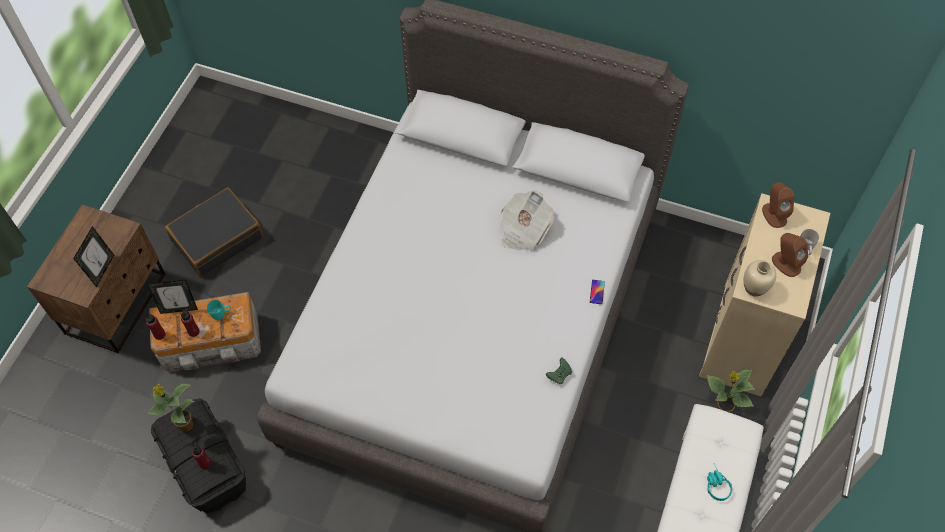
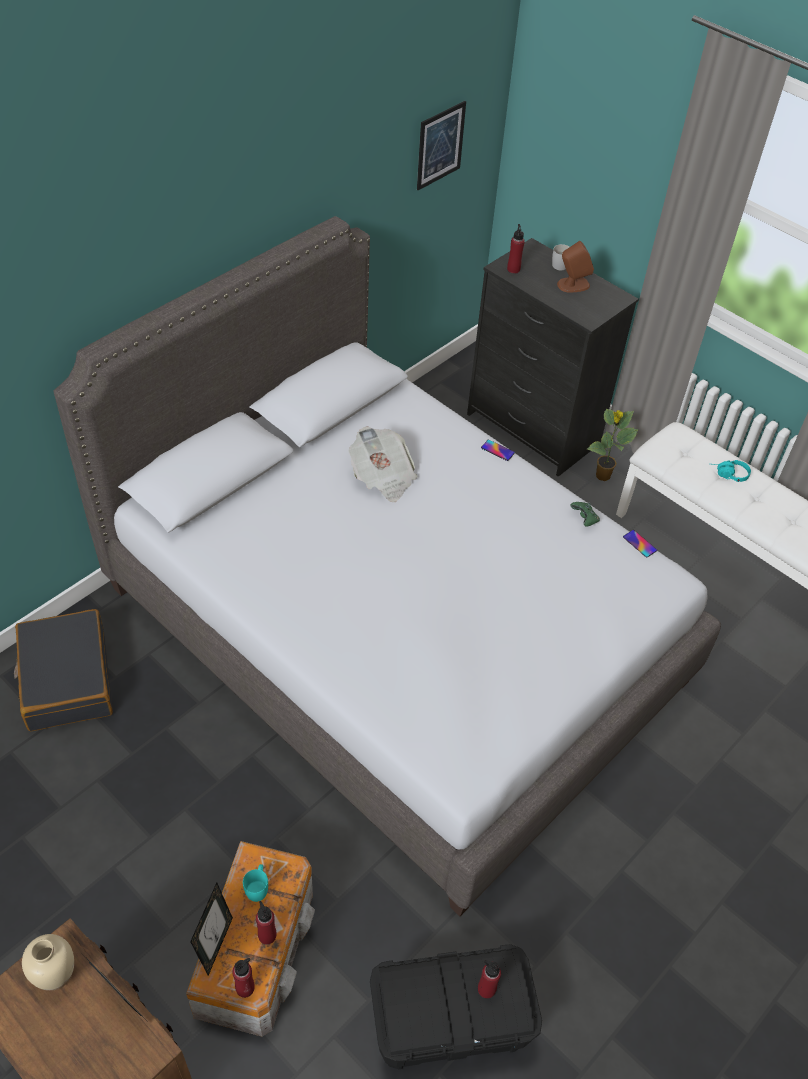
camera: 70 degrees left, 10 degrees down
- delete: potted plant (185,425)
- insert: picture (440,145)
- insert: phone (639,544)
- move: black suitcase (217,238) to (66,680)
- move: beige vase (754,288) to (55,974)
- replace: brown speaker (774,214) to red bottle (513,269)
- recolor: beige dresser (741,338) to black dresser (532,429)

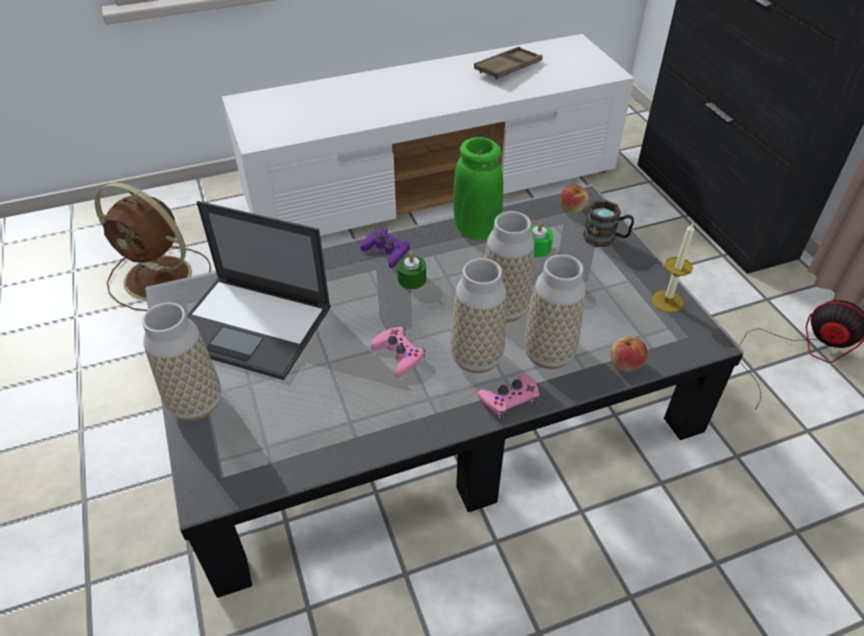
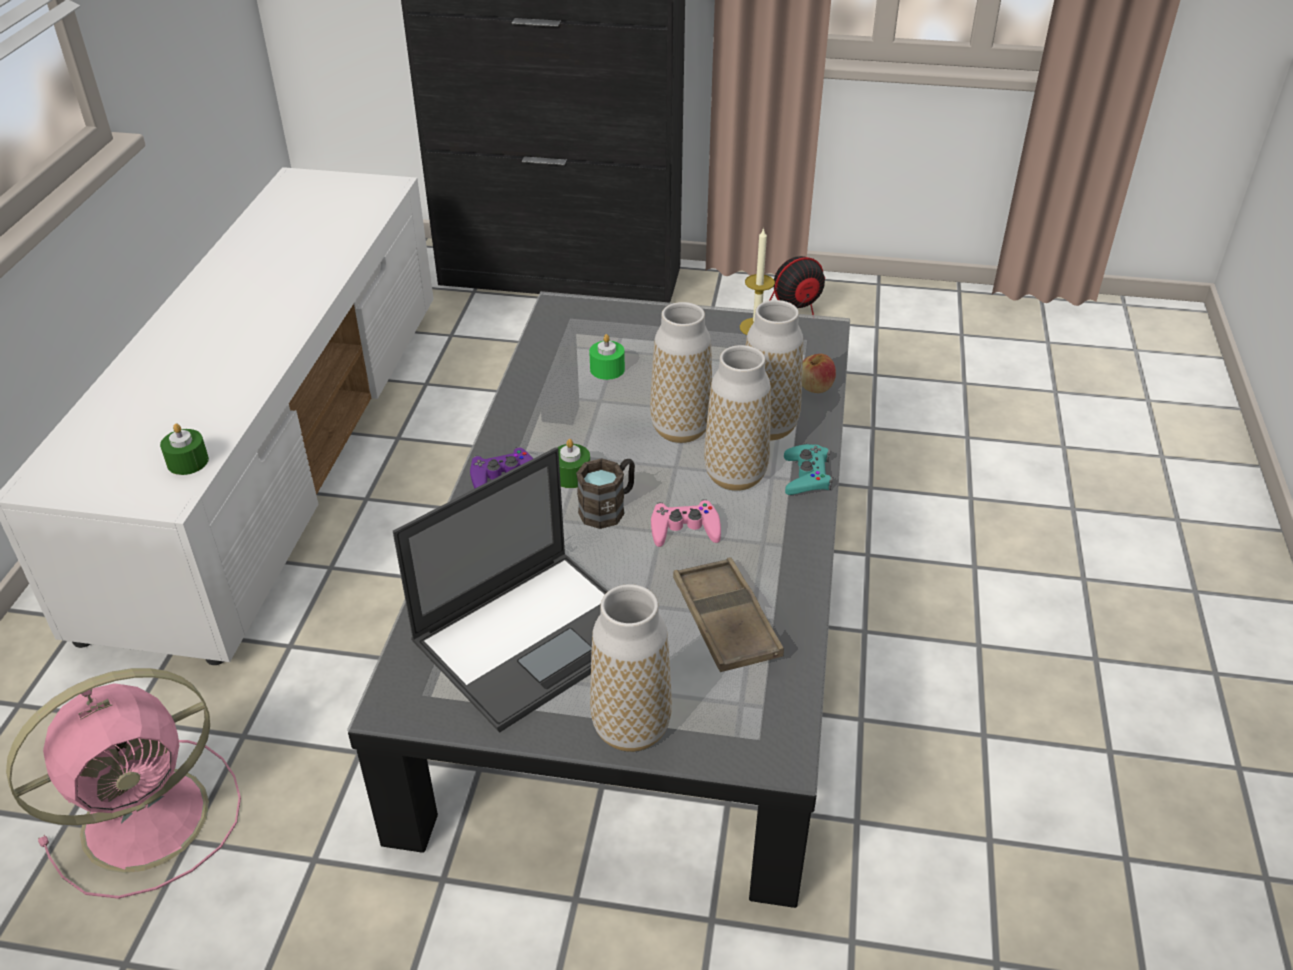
camera: 60 degrees left, 5 degrees down
- delete: green vase (476,230)
- delete: apple (572,208)
- insert: green candle (188,462)
- move: brown tray (508,68) to (725,621)
- move: brown mug (605,238) to (609,508)
- recolor: brown fan (160,278) to pink fan (151,816)
- recolor: pink game controller (509,399) to turquoise game controller (807,476)

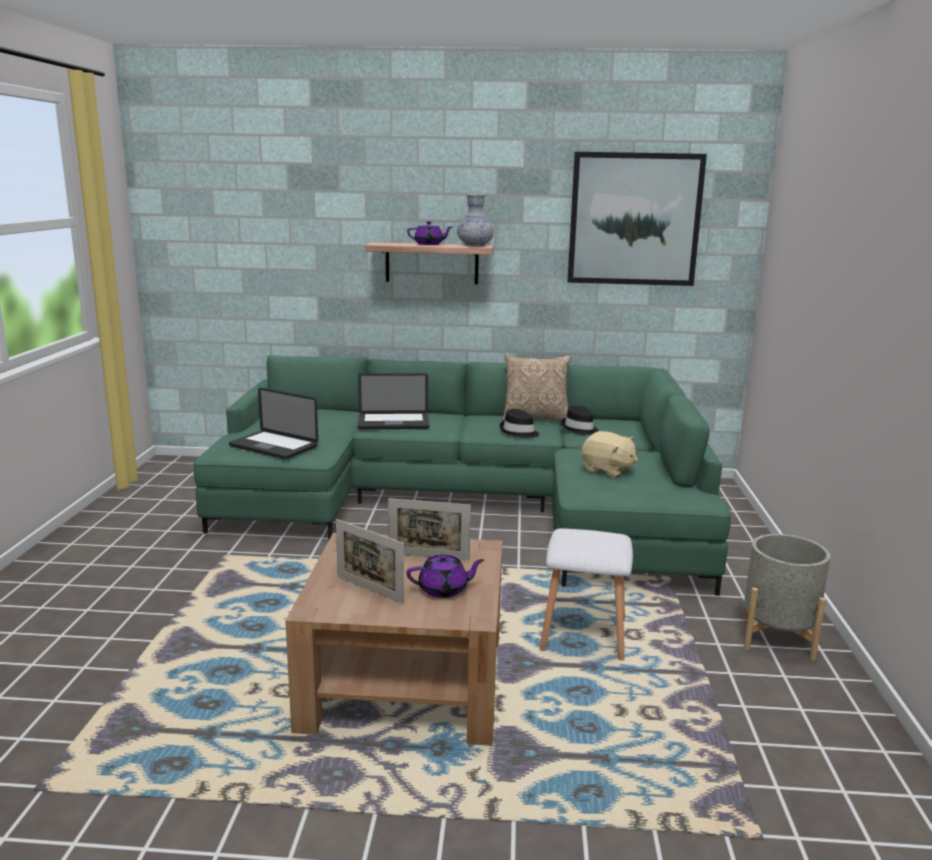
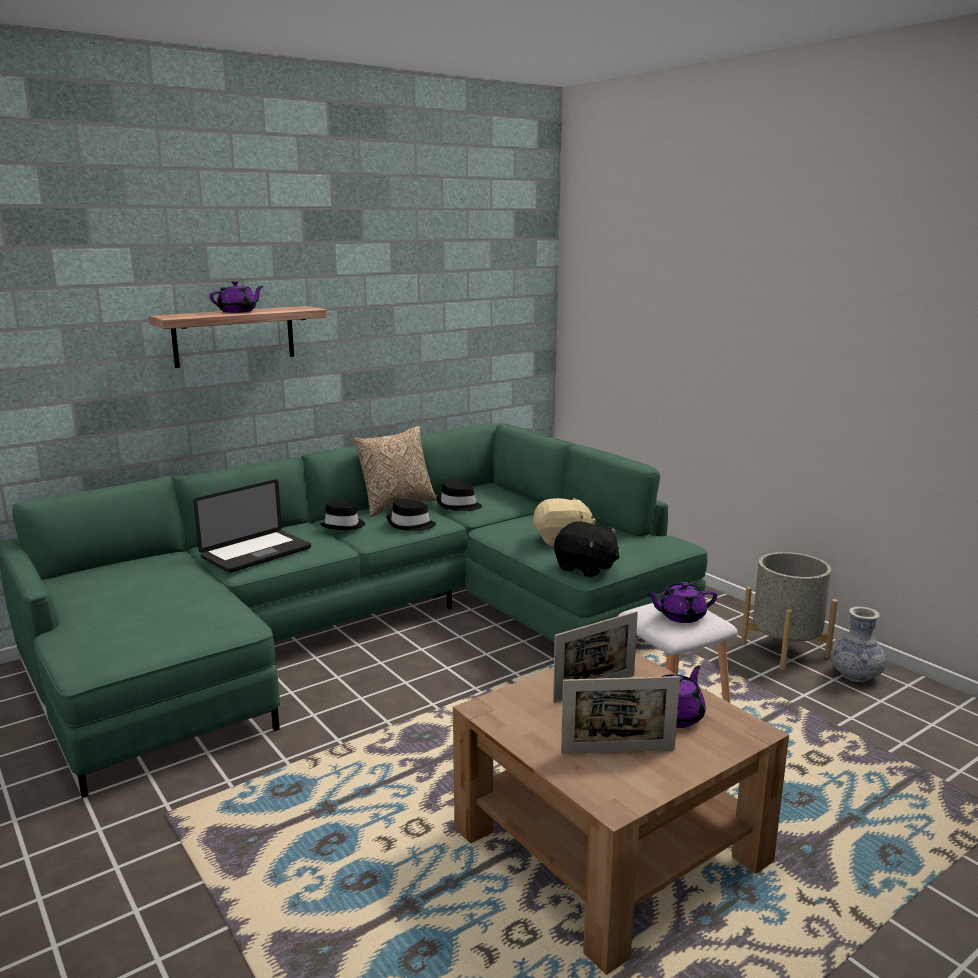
camera: 40 degrees left, 0 degrees up
- delete: laptop (273,446)
- delete: picture (634,219)
- insert: black hat (344,525)
- insert: black plush toy (585,568)
- insert: purple teapot (680,616)
- move: vase (475,245) to (855,675)

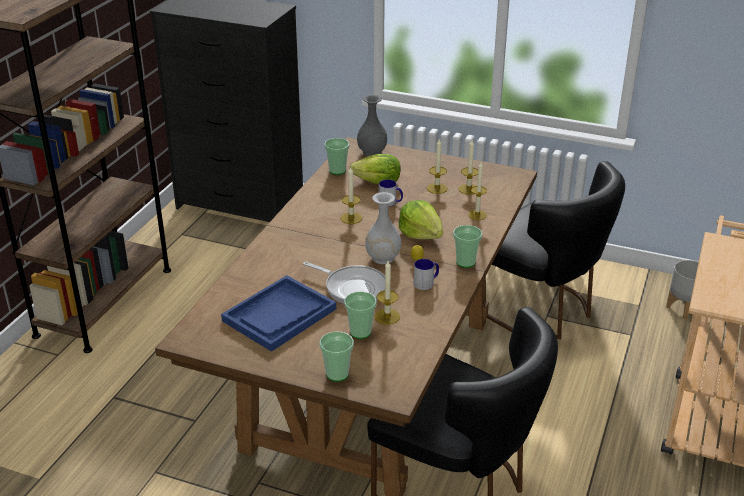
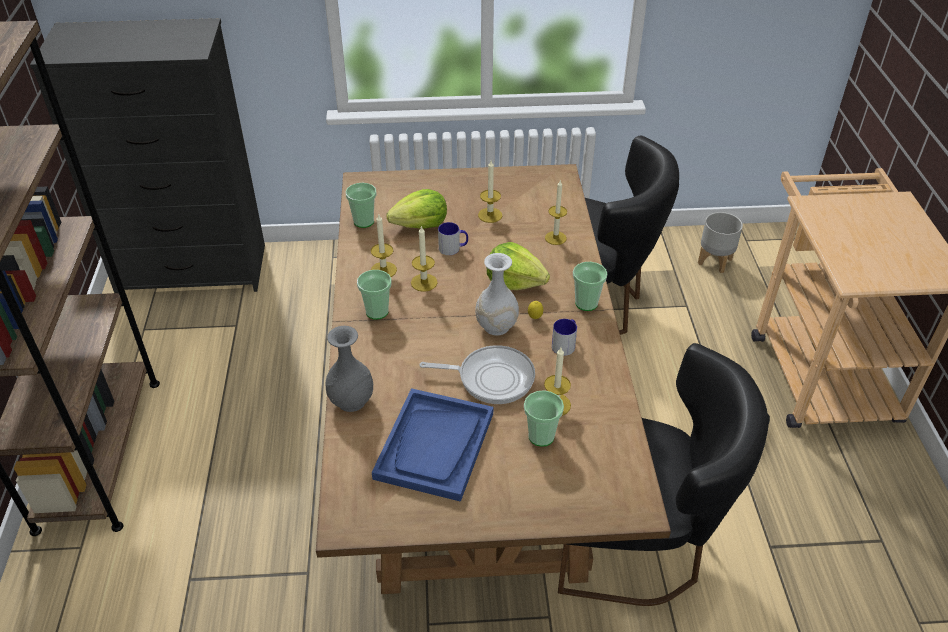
camera: 25 degrees left, 10 degrees up
- move: cup (337,374) to (377,311)
- move: grey vase (372,152) to (352,401)
- move: candle (469,189) to (383,270)

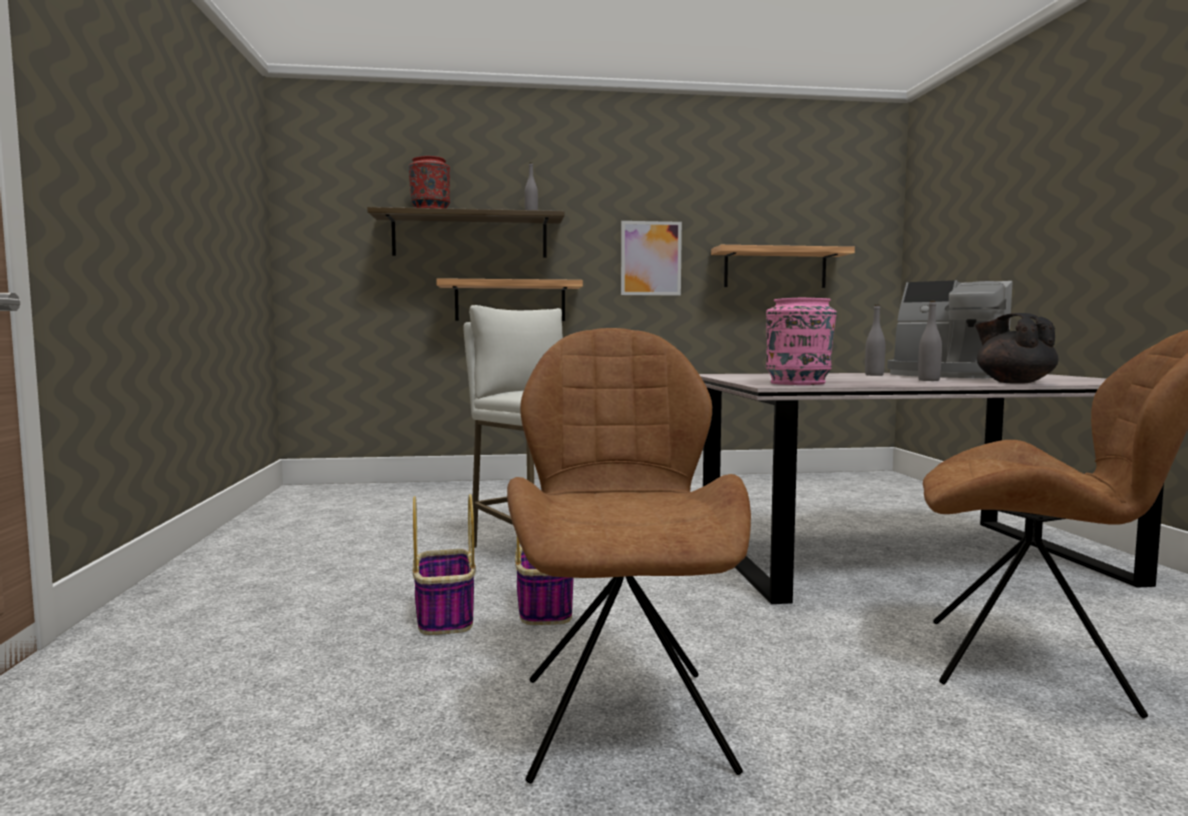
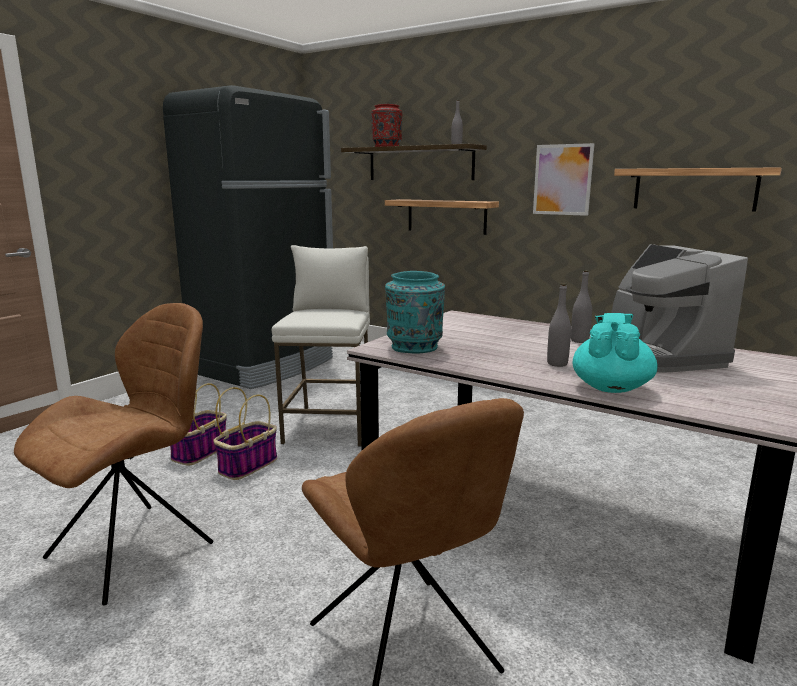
camera: 40 degrees right, 10 degrees up
- insert: black fridge (266,366)
- recolor: pink vase (799,383) to turquoise vase (414,347)
- recolor: black teapot (1013,382) to turquoise teapot (611,387)

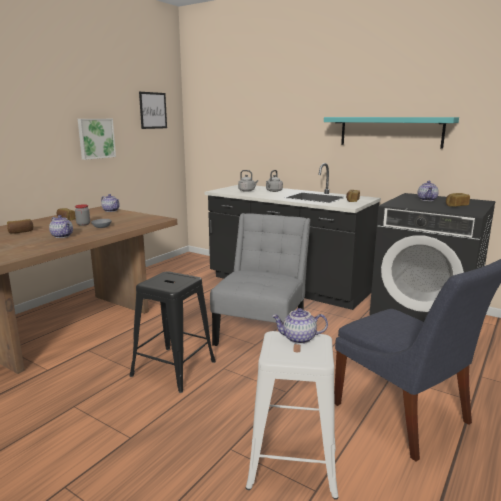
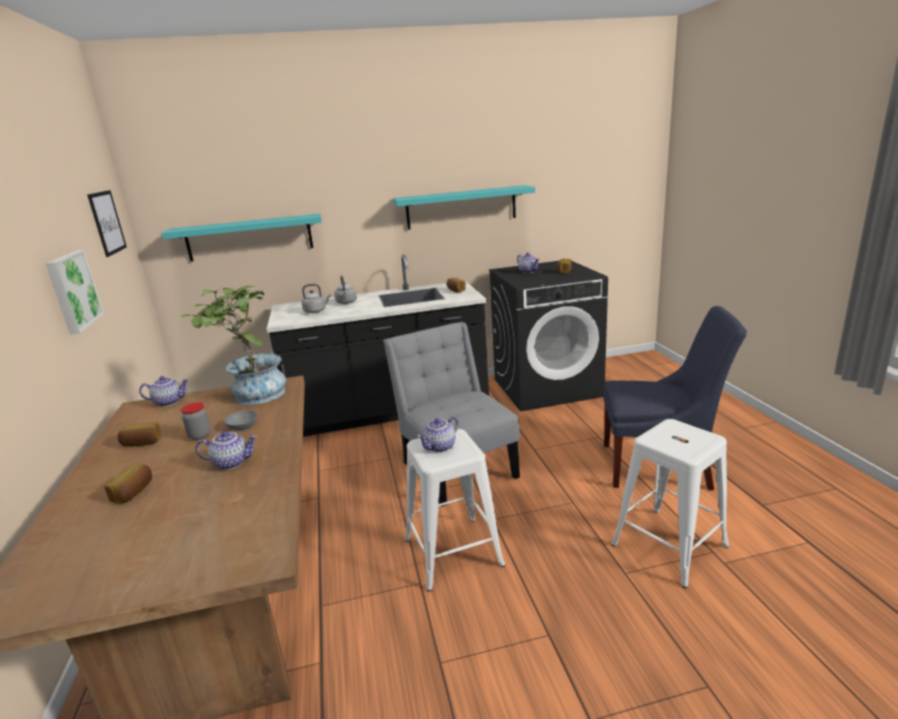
camera: 45 degrees left, 5 degrees up
- insert: turquoise shelf (249,237)
- insert: potted plant (252,396)
- move: teapot (298,339) to (440,447)
- recolor: black stool (173,368) to white stool (453,552)

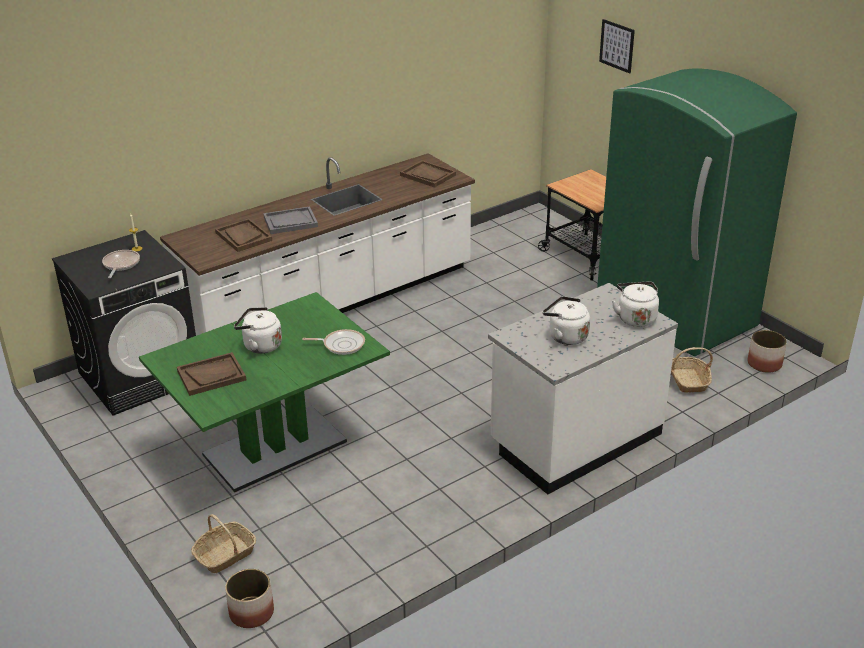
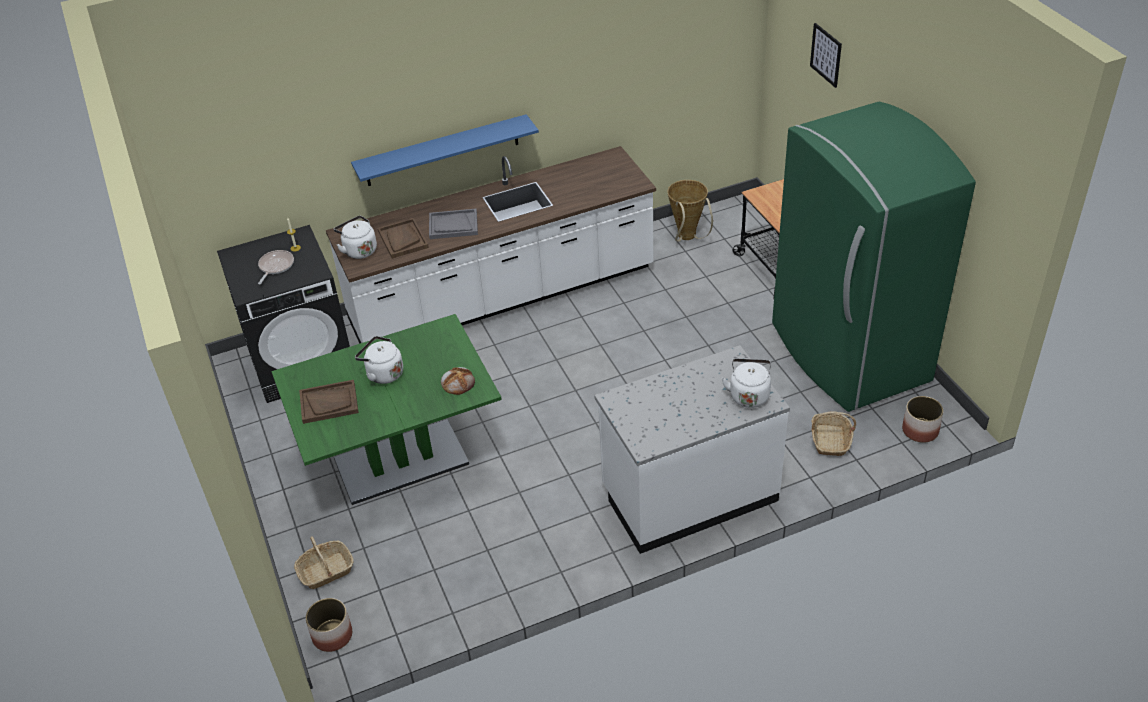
camera: 15 degrees right, 10 degrees up
- delete: brown tray (428,175)
- insert: blue shelf (442,151)
- insert: basket (687,238)
- move: white kettle (565,336) to (359,250)
- replace: frying pan (341,344) to bread (458,382)

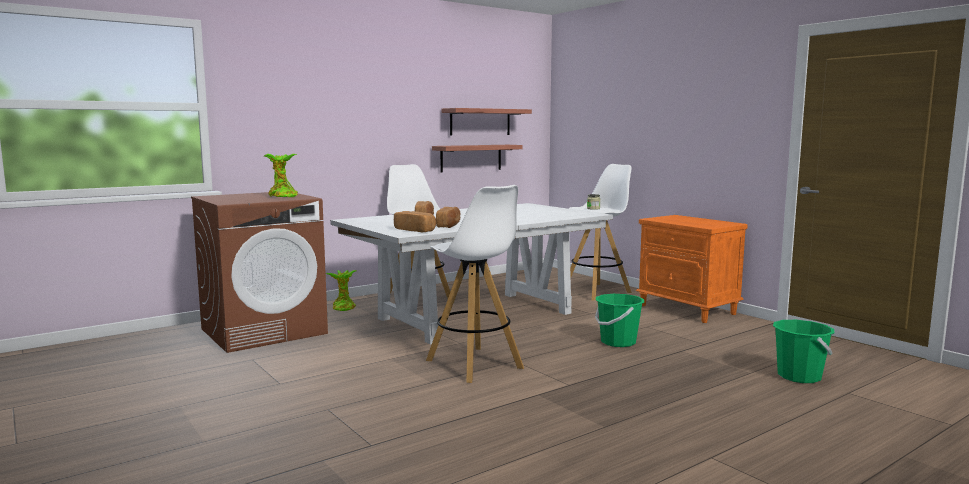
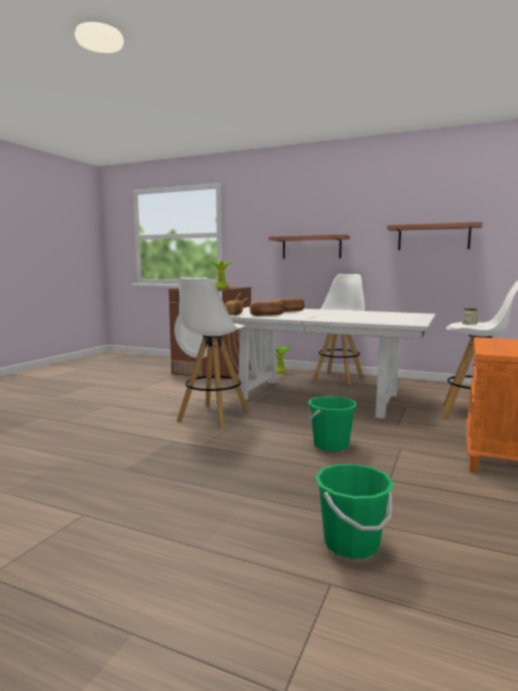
camera: 60 degrees right, 0 degrees up
- move: shelf (471,158) to (311,247)

